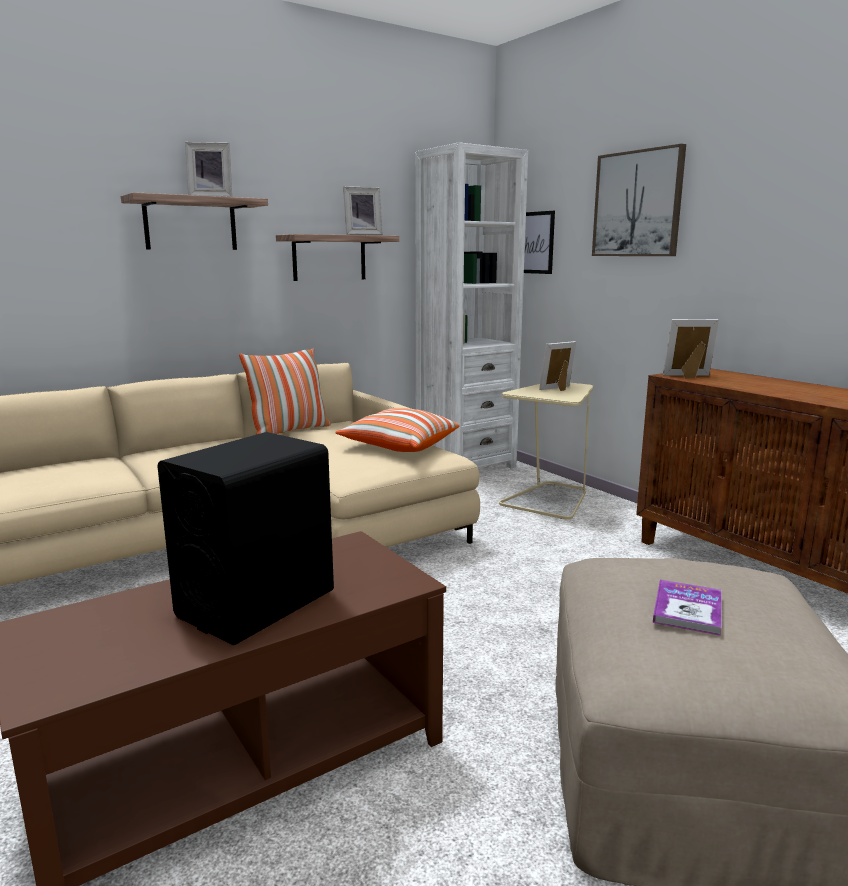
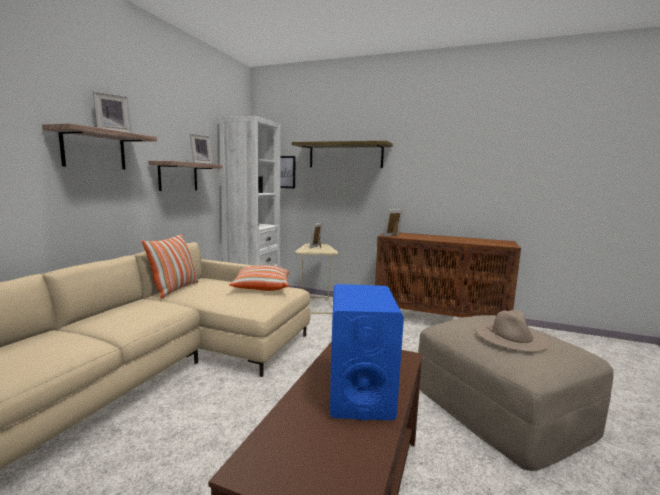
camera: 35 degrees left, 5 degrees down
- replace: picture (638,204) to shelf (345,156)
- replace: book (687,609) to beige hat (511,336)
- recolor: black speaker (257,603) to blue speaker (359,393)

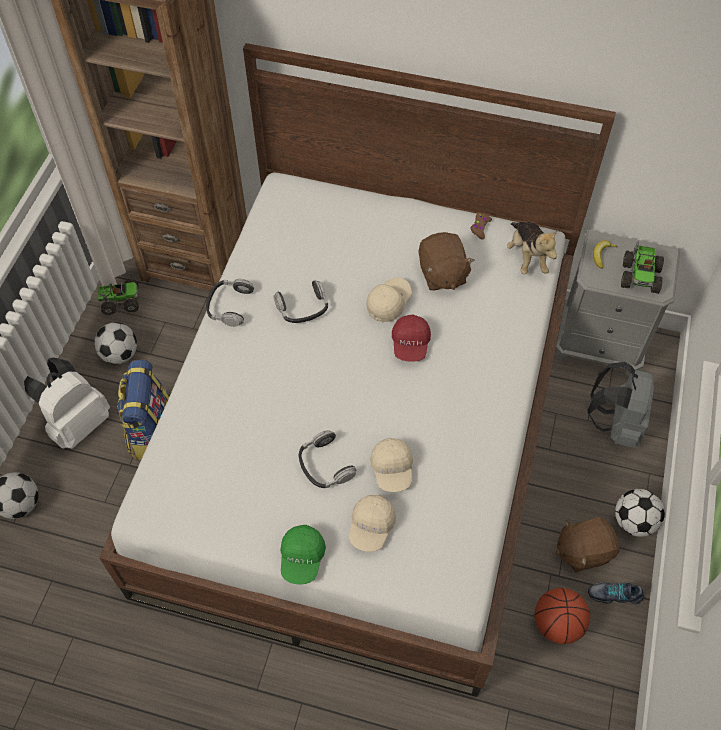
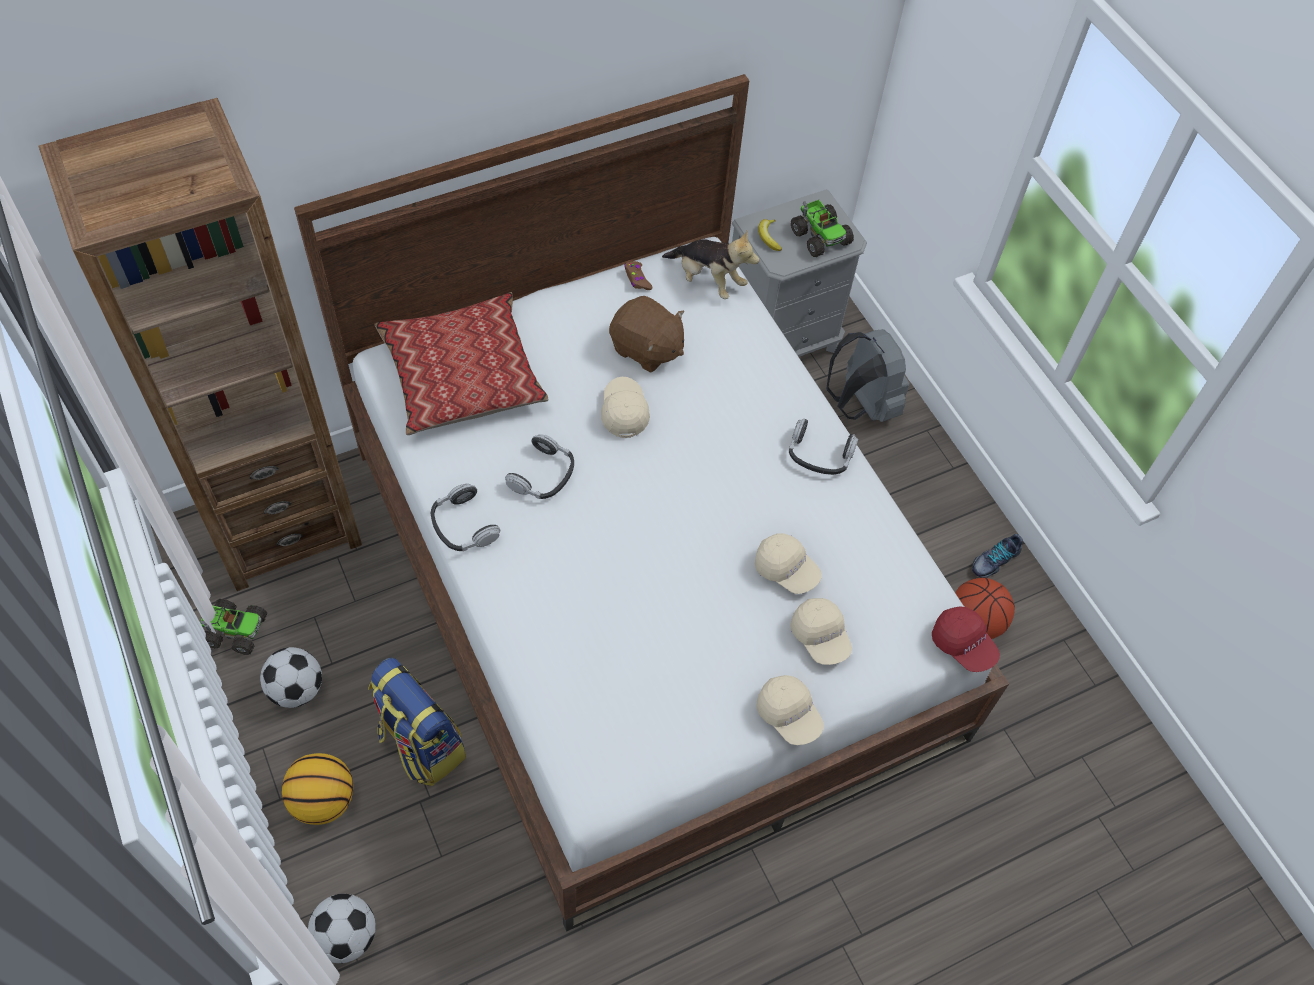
camera: 45 degrees left, 0 degrees up
- delete: brown plush toy (583,550)
- delete: football (633,521)
- insert: pillow (462,374)
- move: headphones (325,465) to (819,454)
- move: red cap (410,344) to (963,645)
- replace: white backpack (77,423) to basketball (323,800)
- recolor: green cap (302,558) to beige cap (789,715)
- rotate: toy truck (120,301) = (235,630) 60 degrees clockwise

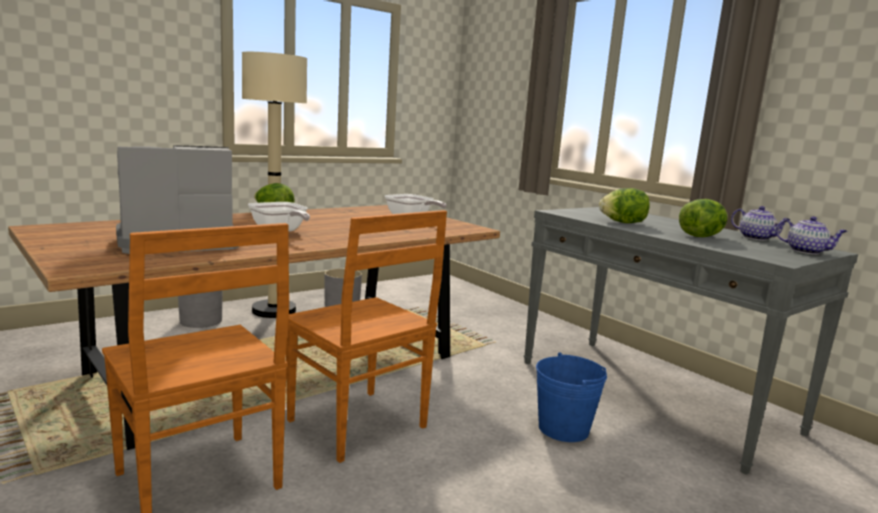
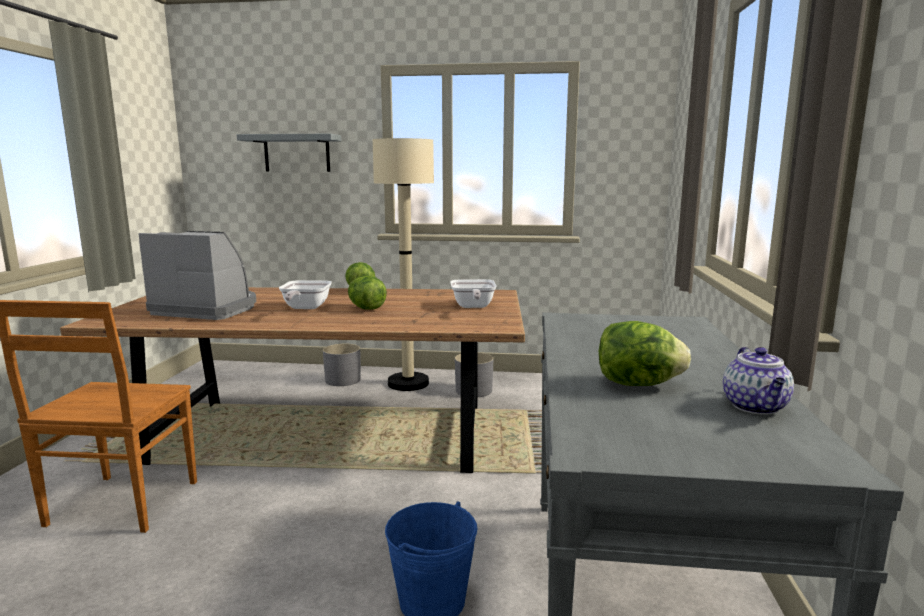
camera: 45 degrees right, 0 degrees up
- delete: brown chair (359,425)
- delete: teapot (807,251)
- insert: grey shelf (297,153)
- move: lettuce (623,223) to (366,308)

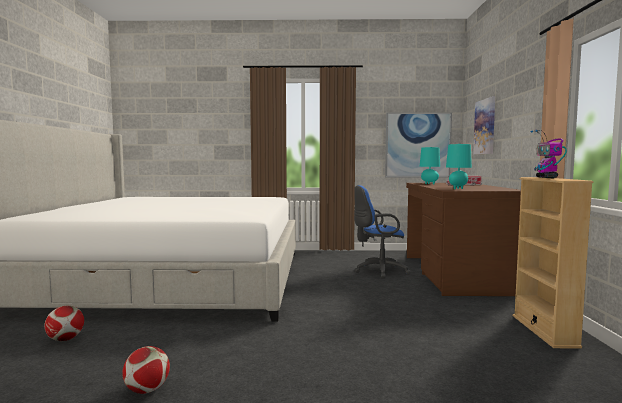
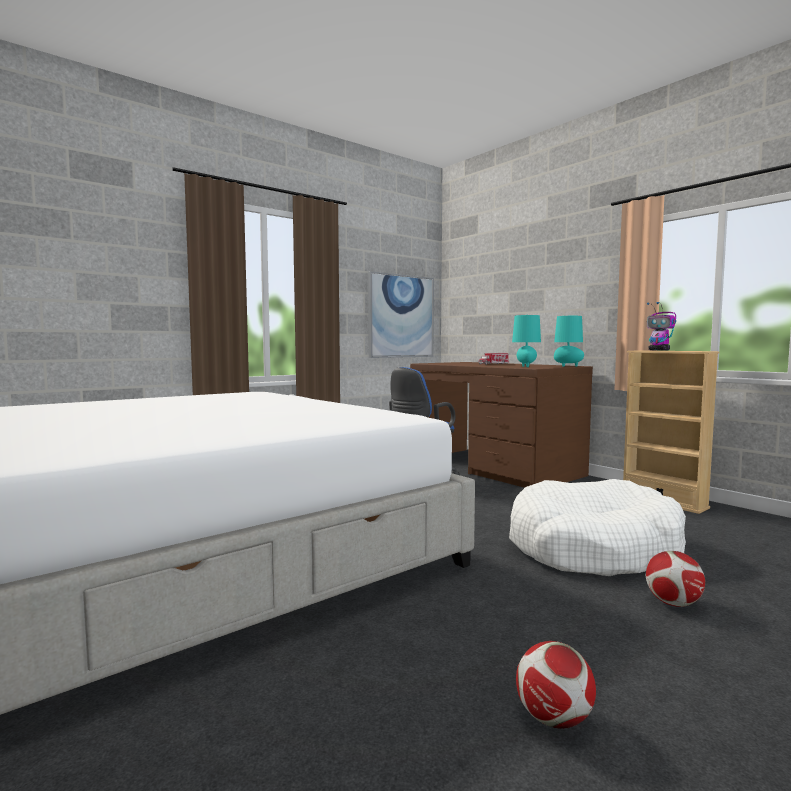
camera: 40 degrees left, 0 degrees up
- delete: picture (485,127)
- insert: white dog bed (592,548)
- move: football (65,339) to (673,603)
- move: turquoise table lamp (429,184) to (567,366)

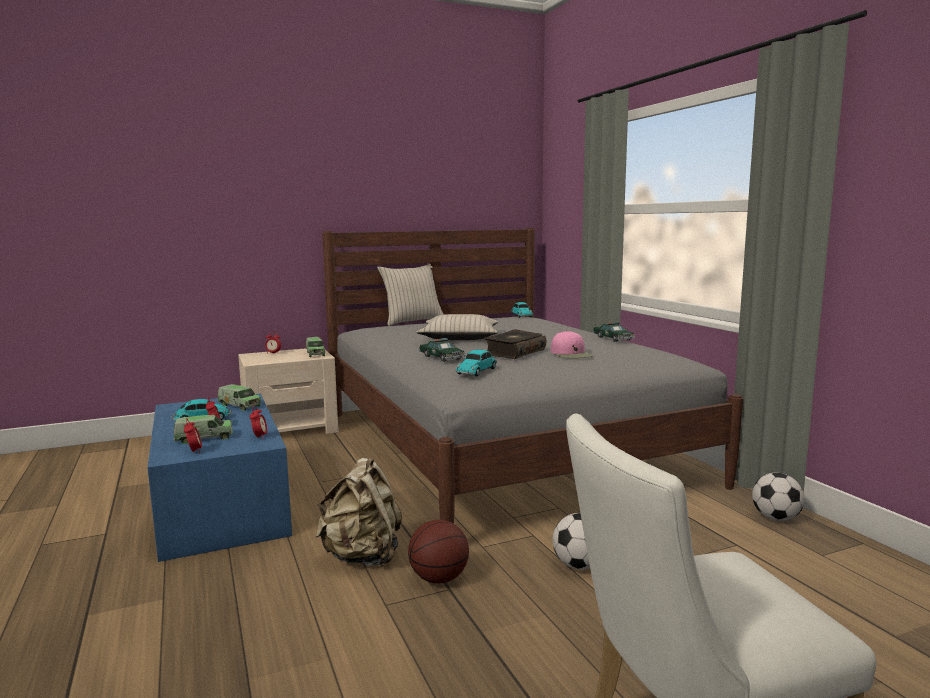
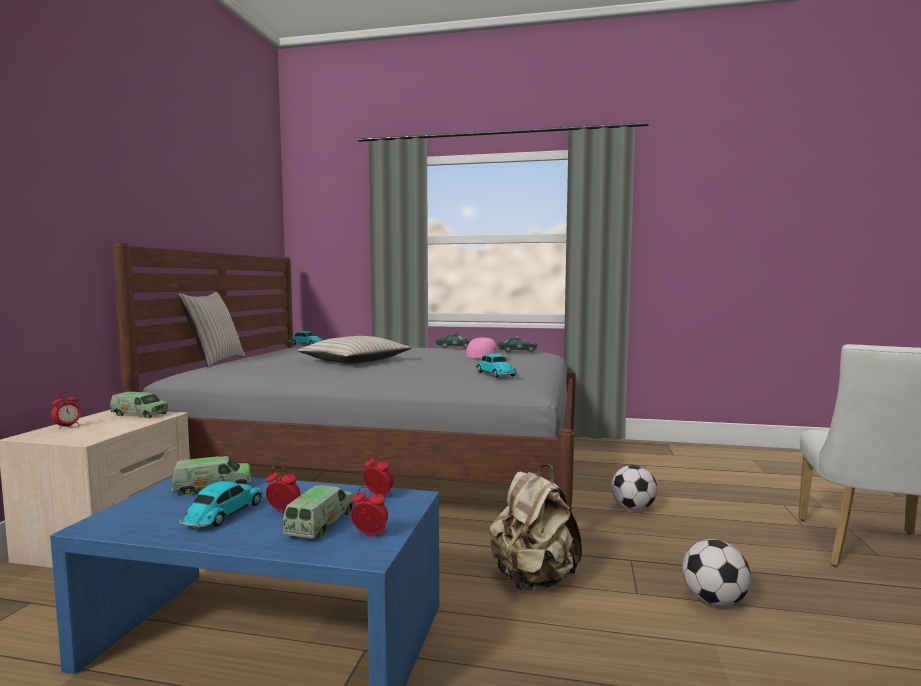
camera: 55 degrees left, 5 degrees down
- delete: basketball (439,578)
- delete: book (514,352)
- move: toy car (441,357) to (517,351)
- move: football (776,518) to (714,601)

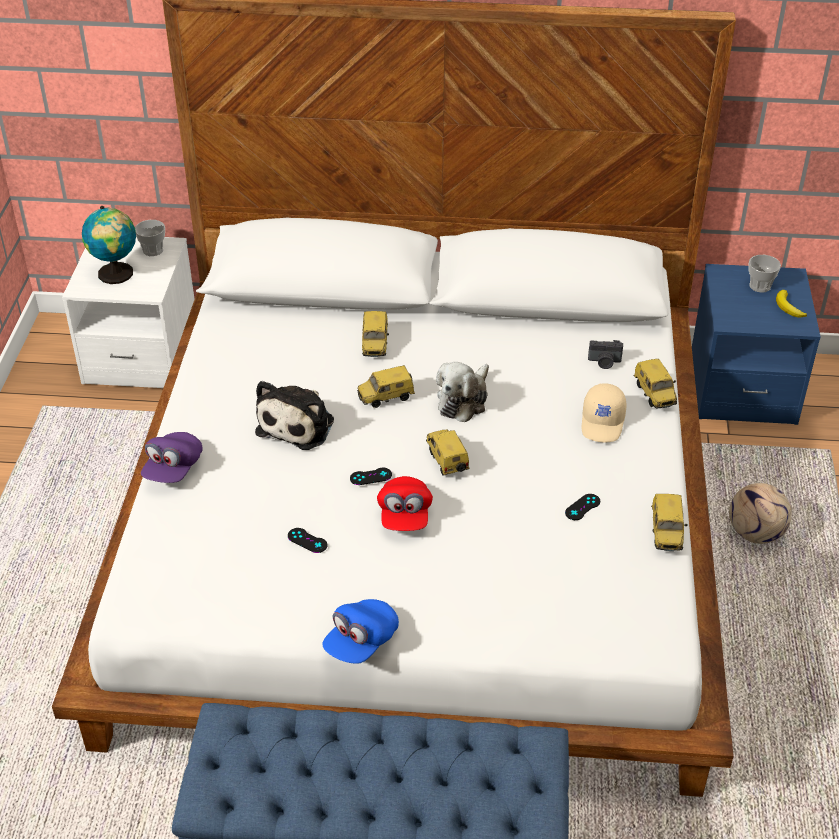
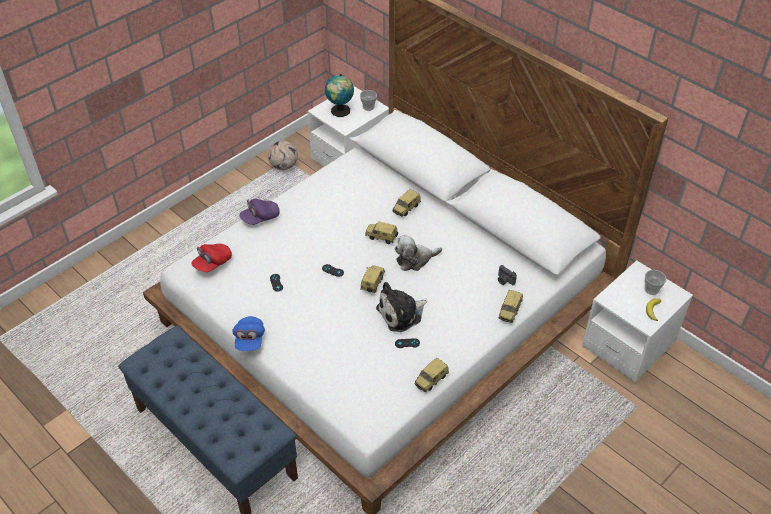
camera: 40 degrees right, 5 degrees up
- delete: beige cap (603,422)
- move: plush toy (298,424) to (401,313)
- move: red cap (404,516) to (212,263)
- move: football (755,533) to (284,166)
- recolor: blue nightstand (742,387) to white nightstand (628,344)
- rotate: blue cap (361,642) = (249,339) 75 degrees counterclockwise

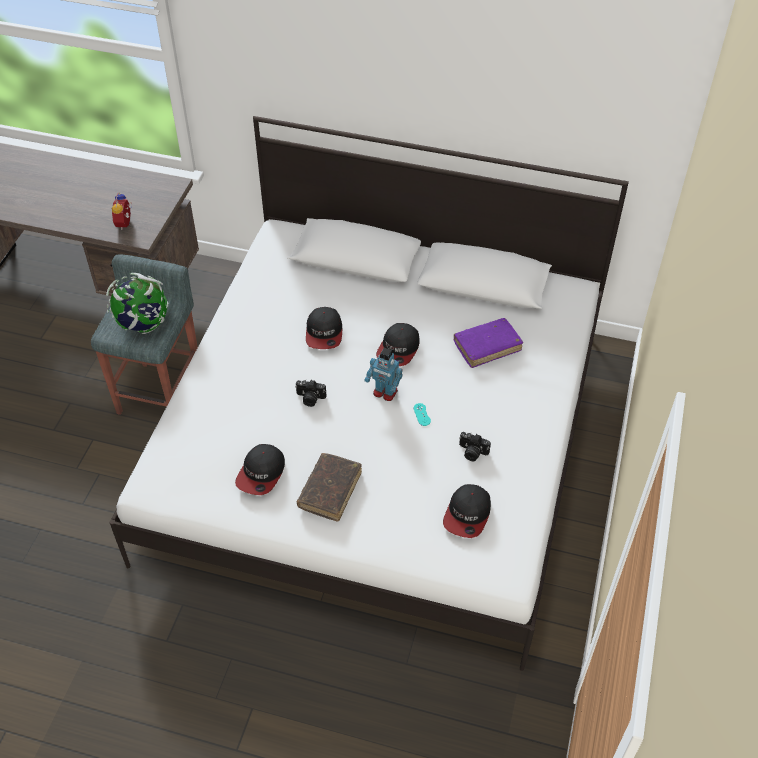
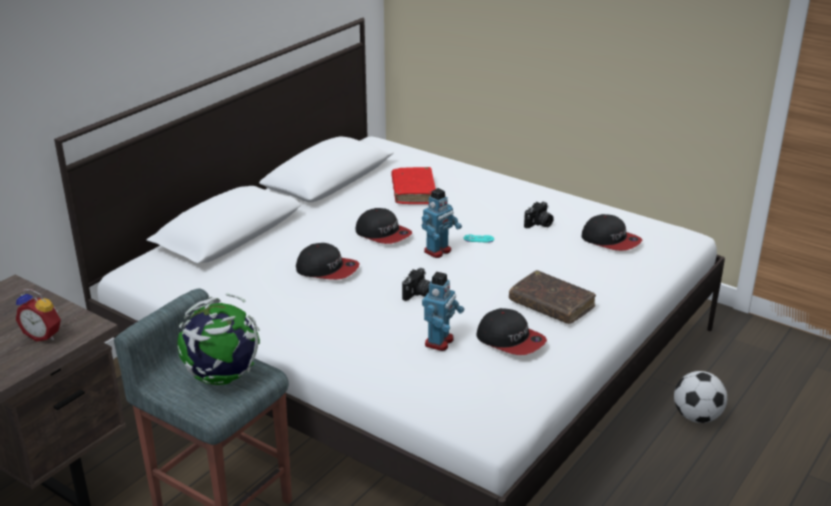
camera: 70 degrees left, 20 degrees down
- insert: toy robot (440,342)
- insert: football (697,417)
- recolor: purple book (487,346) to red book (413,192)

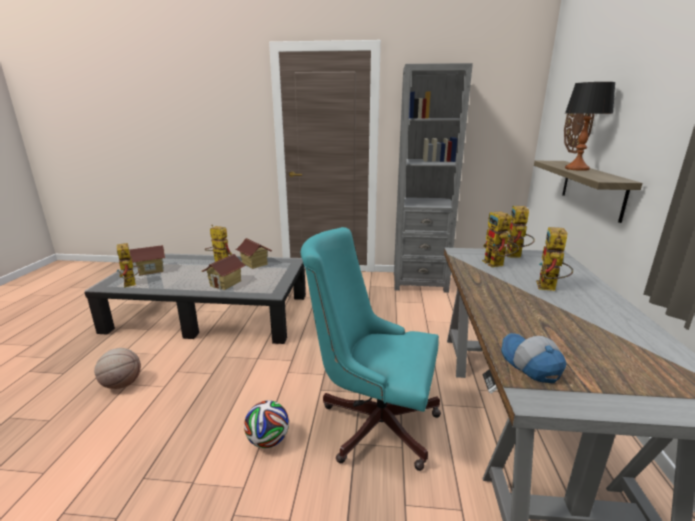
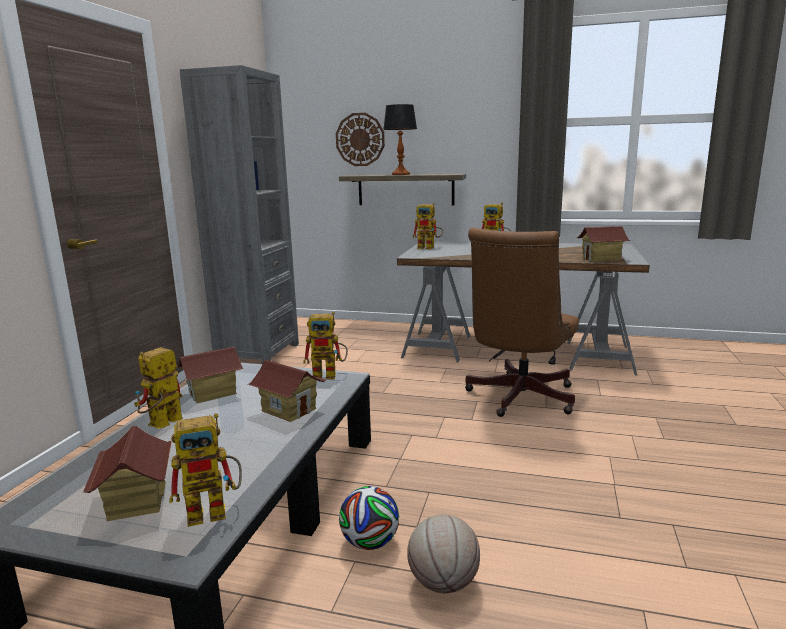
camera: 80 degrees left, 5 degrees down
- move: football (268,440) to (370,543)
- move: toy robot (497,265) to (330,375)
- replace: cap (529,364) to toy house (601,259)
- recolor: turquoise office chair (372,421) to brown office chair (518,398)

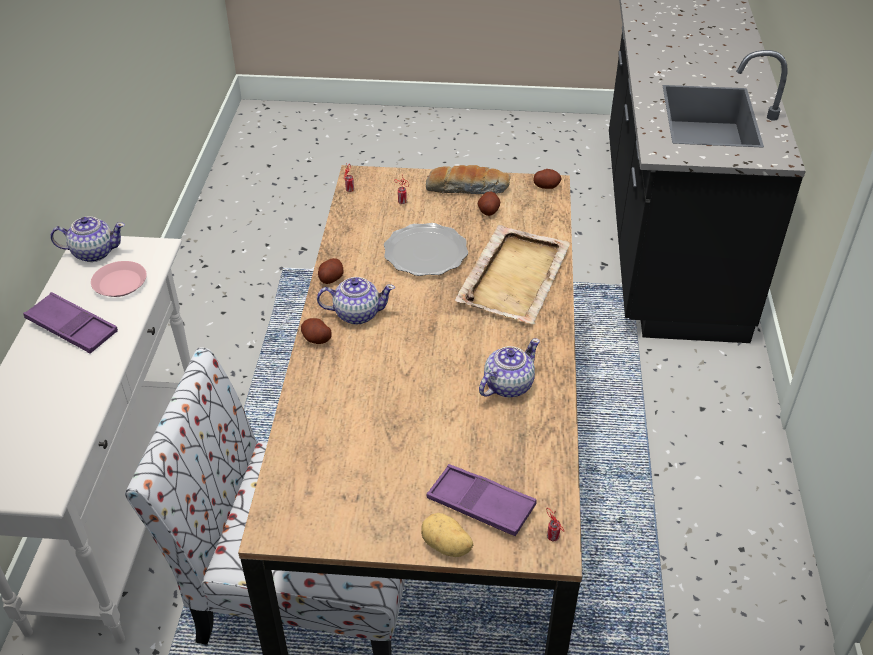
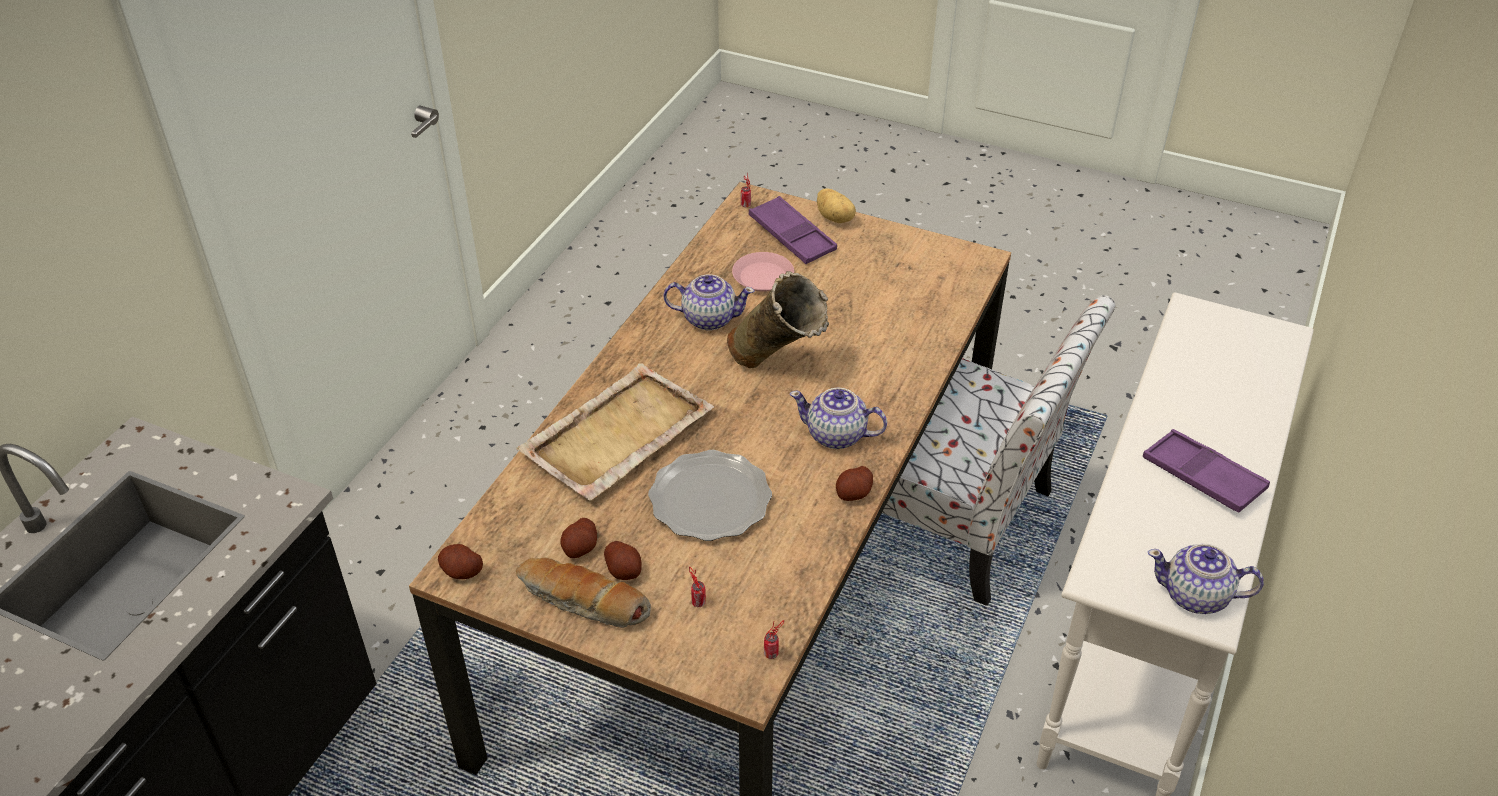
camera: 160 degrees left, 0 degrees up
- insert: beige vase (778,367)
- move: pink plate (120,283) to (763,277)
- move: potato (316,339) to (624,570)
- rotate: teapot (507,385) = (708,318) 150 degrees counterclockwise

